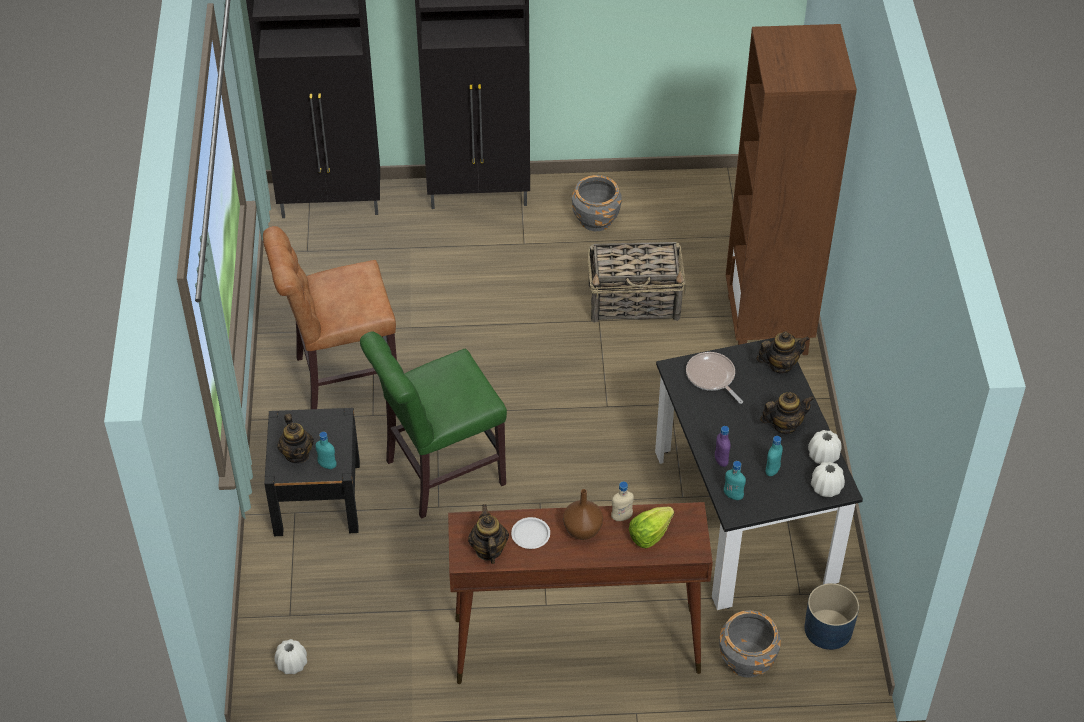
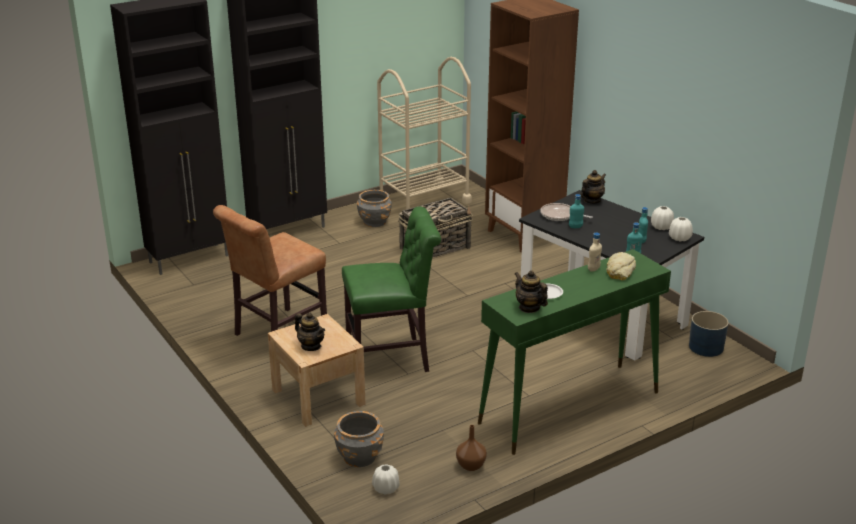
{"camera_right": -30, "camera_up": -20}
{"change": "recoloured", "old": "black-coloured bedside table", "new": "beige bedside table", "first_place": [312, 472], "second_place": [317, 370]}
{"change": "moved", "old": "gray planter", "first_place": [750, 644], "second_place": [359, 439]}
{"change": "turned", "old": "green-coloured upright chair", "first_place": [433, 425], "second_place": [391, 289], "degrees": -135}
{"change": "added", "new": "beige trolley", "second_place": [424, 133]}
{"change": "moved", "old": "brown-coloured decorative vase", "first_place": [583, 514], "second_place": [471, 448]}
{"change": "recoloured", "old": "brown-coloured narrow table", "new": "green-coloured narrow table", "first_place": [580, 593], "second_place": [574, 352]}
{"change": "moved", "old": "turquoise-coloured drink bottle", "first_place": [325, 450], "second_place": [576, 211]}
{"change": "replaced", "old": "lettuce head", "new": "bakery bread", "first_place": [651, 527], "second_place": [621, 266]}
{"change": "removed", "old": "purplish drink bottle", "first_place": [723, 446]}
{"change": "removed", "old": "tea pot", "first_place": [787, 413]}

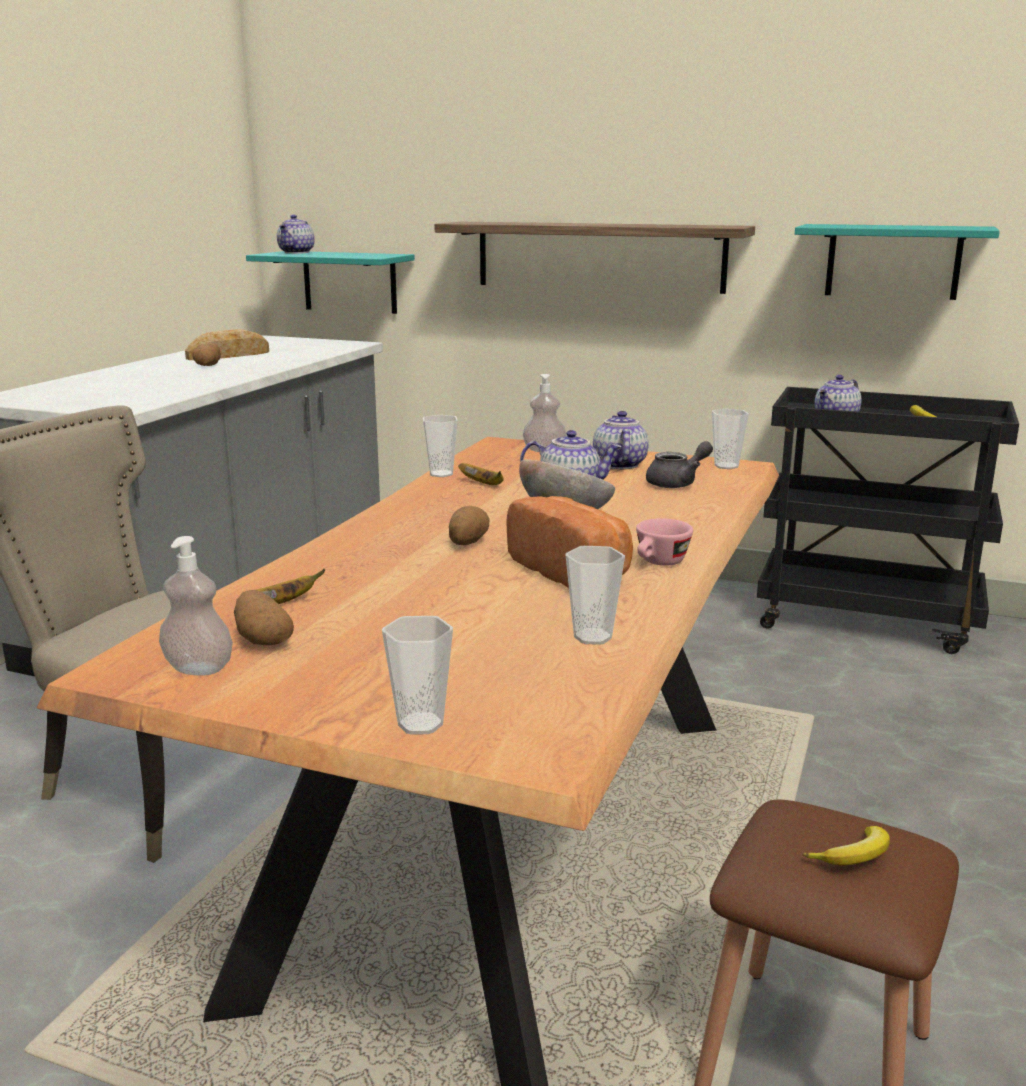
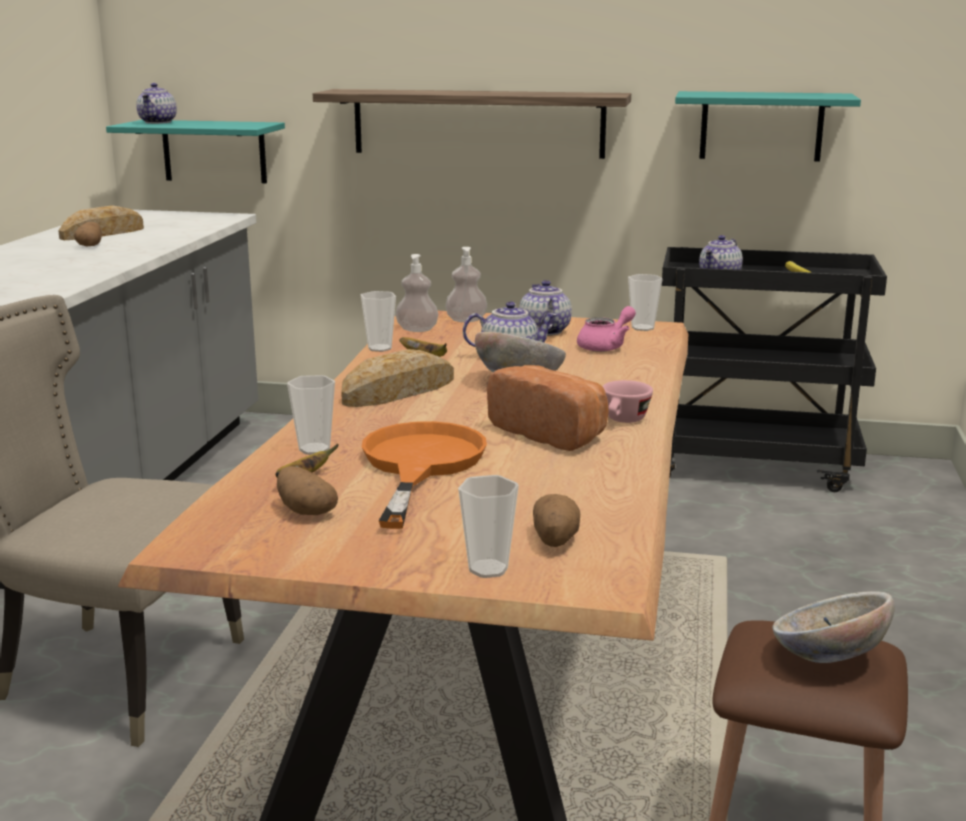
{"camera_right": -10, "camera_up": 0}
{"change": "moved", "old": "drinking cup", "first_place": [595, 595], "second_place": [311, 415]}
{"change": "added", "new": "bakery bread", "second_place": [397, 378]}
{"change": "added", "new": "orange pan", "second_place": [424, 475]}
{"change": "moved", "old": "soap dispenser", "first_place": [196, 606], "second_place": [416, 293]}
{"change": "moved", "old": "potato", "first_place": [469, 525], "second_place": [556, 520]}
{"change": "recoloured", "old": "gray tea pot", "new": "pink tea pot", "first_place": [679, 464], "second_place": [606, 329]}
{"change": "replaced", "old": "whole banana", "new": "serving bowl", "first_place": [846, 845], "second_place": [833, 627]}

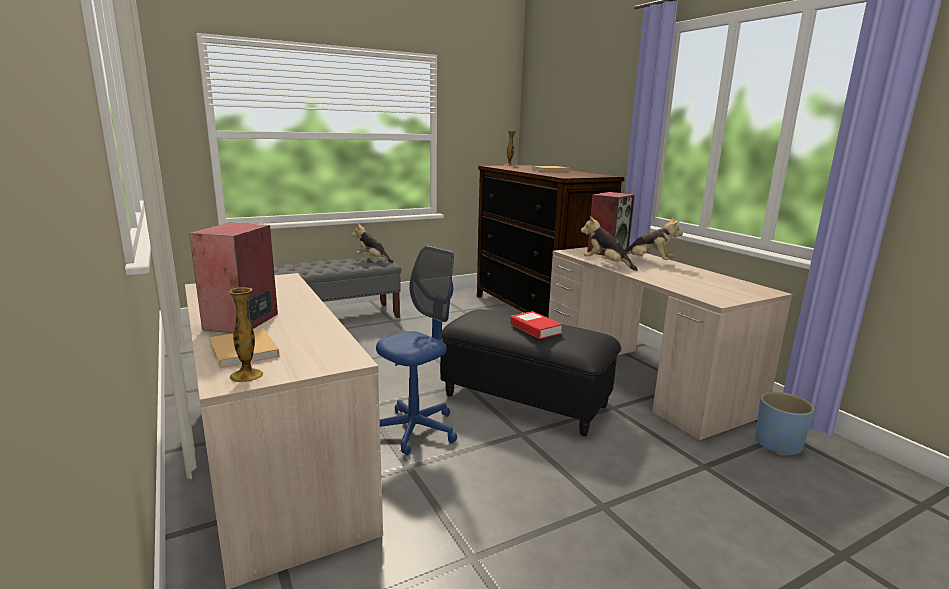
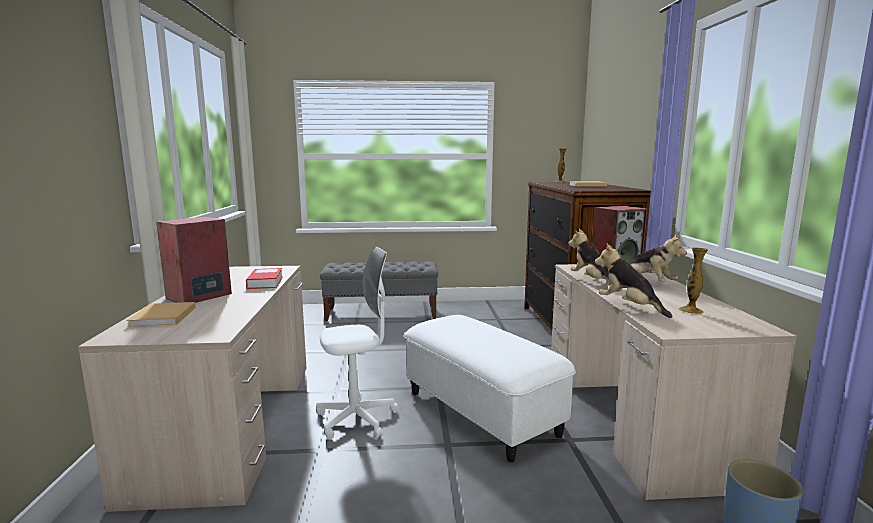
{"camera_right": 25, "camera_up": -5}
{"change": "moved", "old": "bound book", "first_place": [536, 325], "second_place": [264, 278]}
{"change": "recoloured", "old": "blue computer chair", "new": "white computer chair", "first_place": [416, 350], "second_place": [357, 343]}
{"change": "recoloured", "old": "black-coloured ottoman", "new": "white ottoman", "first_place": [531, 372], "second_place": [489, 388]}
{"change": "moved", "old": "soft toy", "first_place": [373, 243], "second_place": [634, 281]}
{"change": "moved", "old": "decorative vase", "first_place": [246, 335], "second_place": [693, 280]}

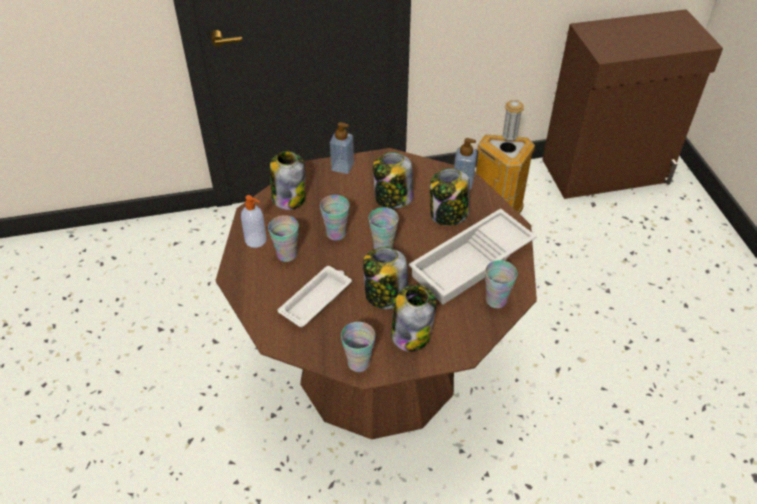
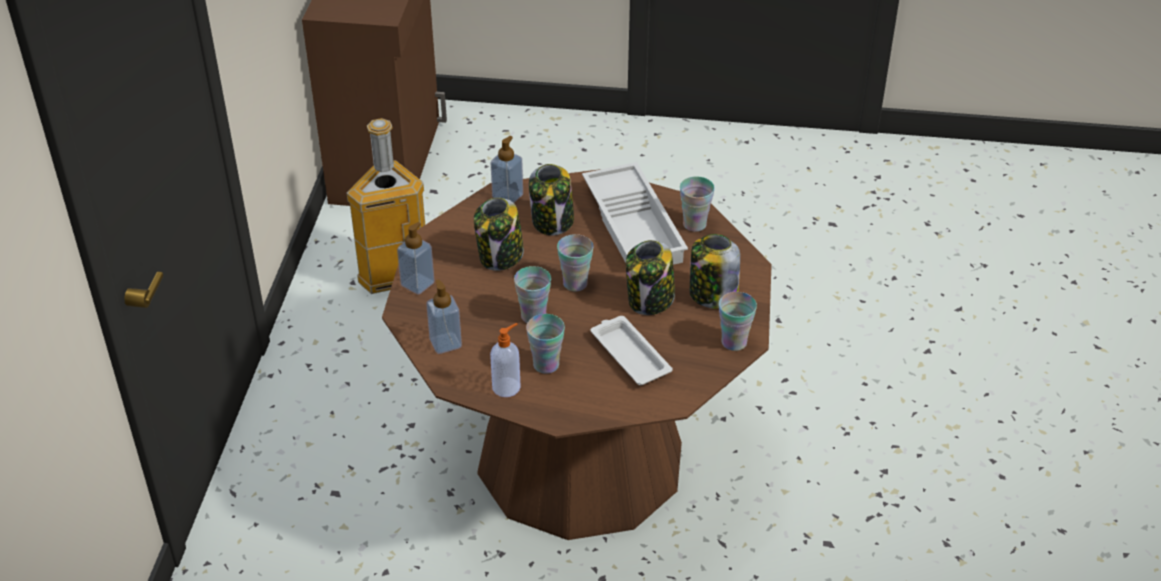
{"camera_right": -70, "camera_up": -5}
{"change": "replaced", "old": "storage jar", "new": "soap dispenser", "first_place": [287, 180], "second_place": [444, 316]}

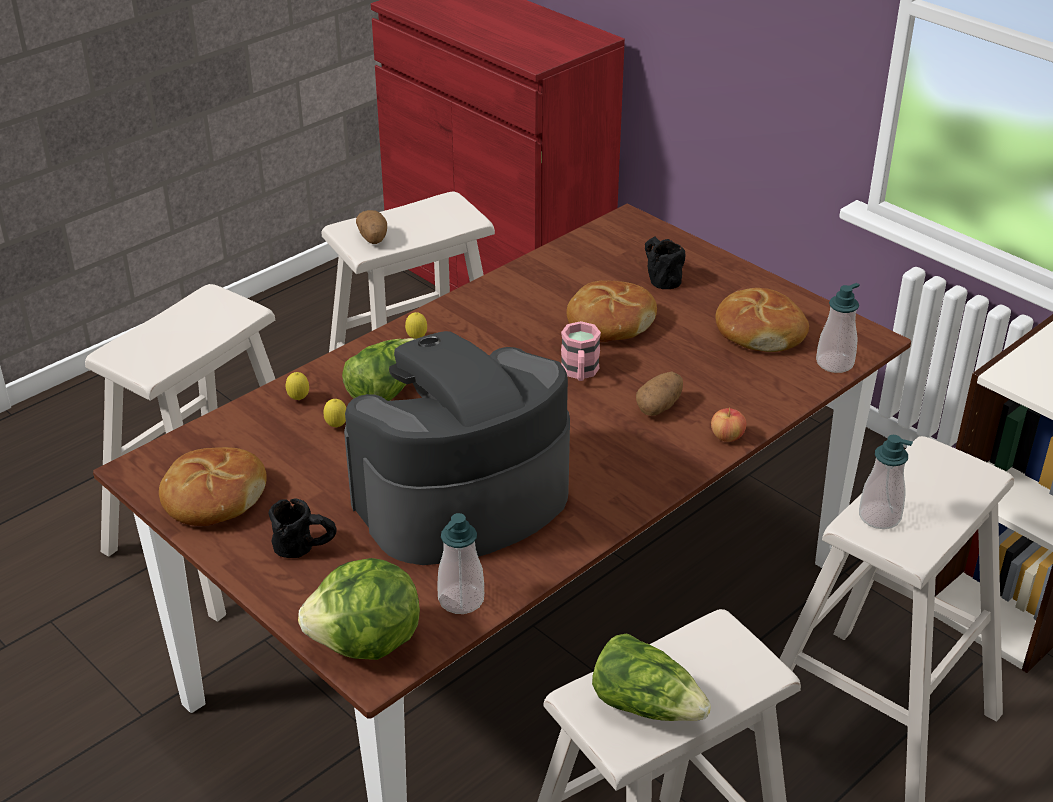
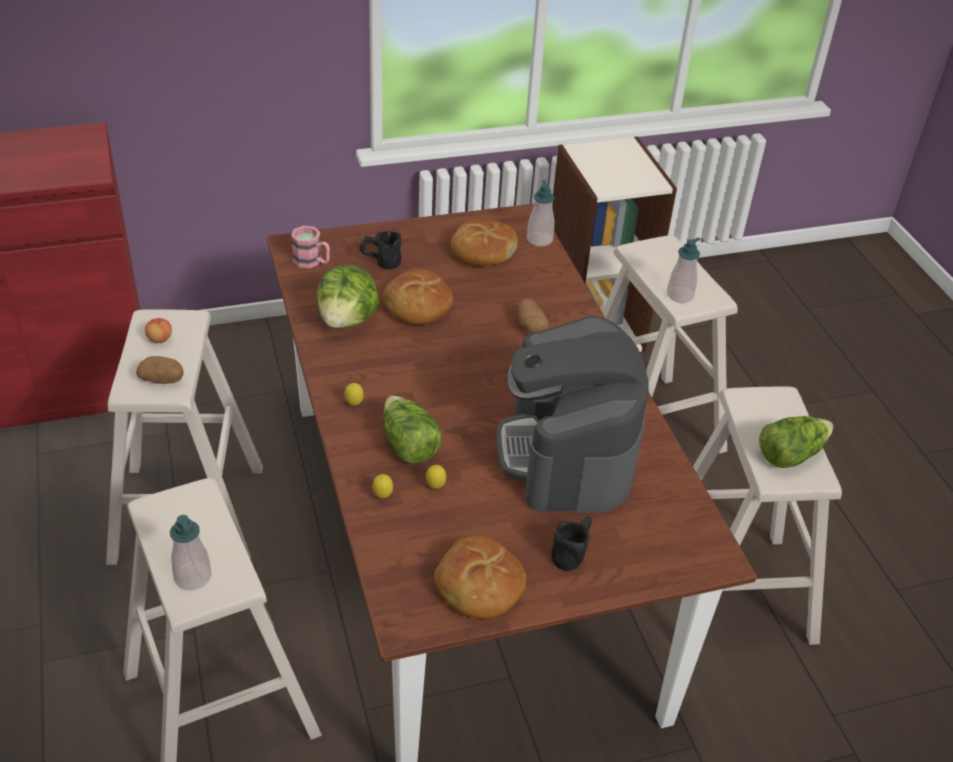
{"camera_right": -65, "camera_up": 5}
{"change": "moved", "old": "apple", "first_place": [728, 425], "second_place": [158, 330]}
{"change": "moved", "old": "soap dispenser", "first_place": [460, 563], "second_place": [190, 552]}
{"change": "moved", "old": "pink coffee mug", "first_place": [581, 351], "second_place": [310, 247]}
{"change": "moved", "old": "lettuce head", "first_place": [359, 609], "second_place": [347, 296]}

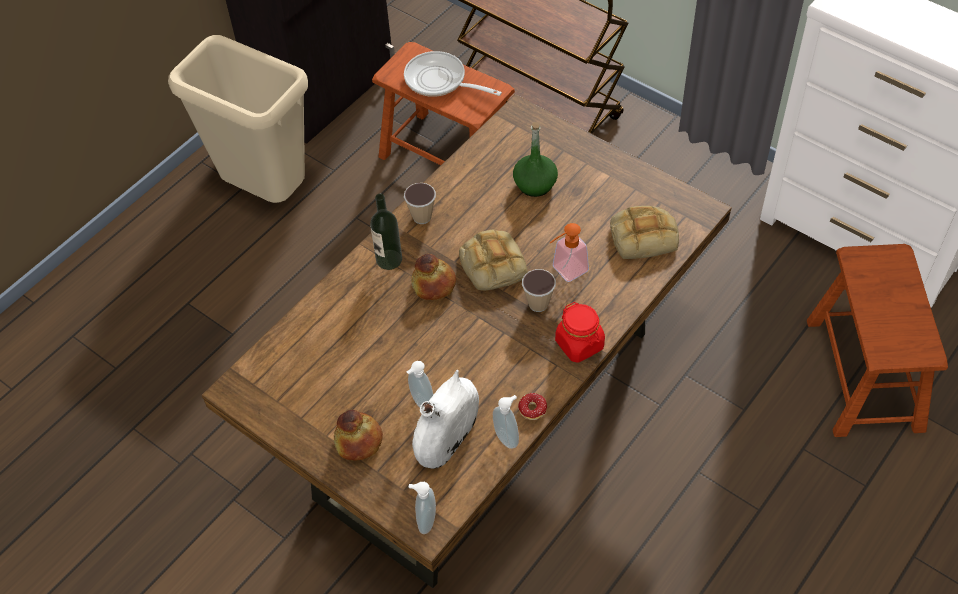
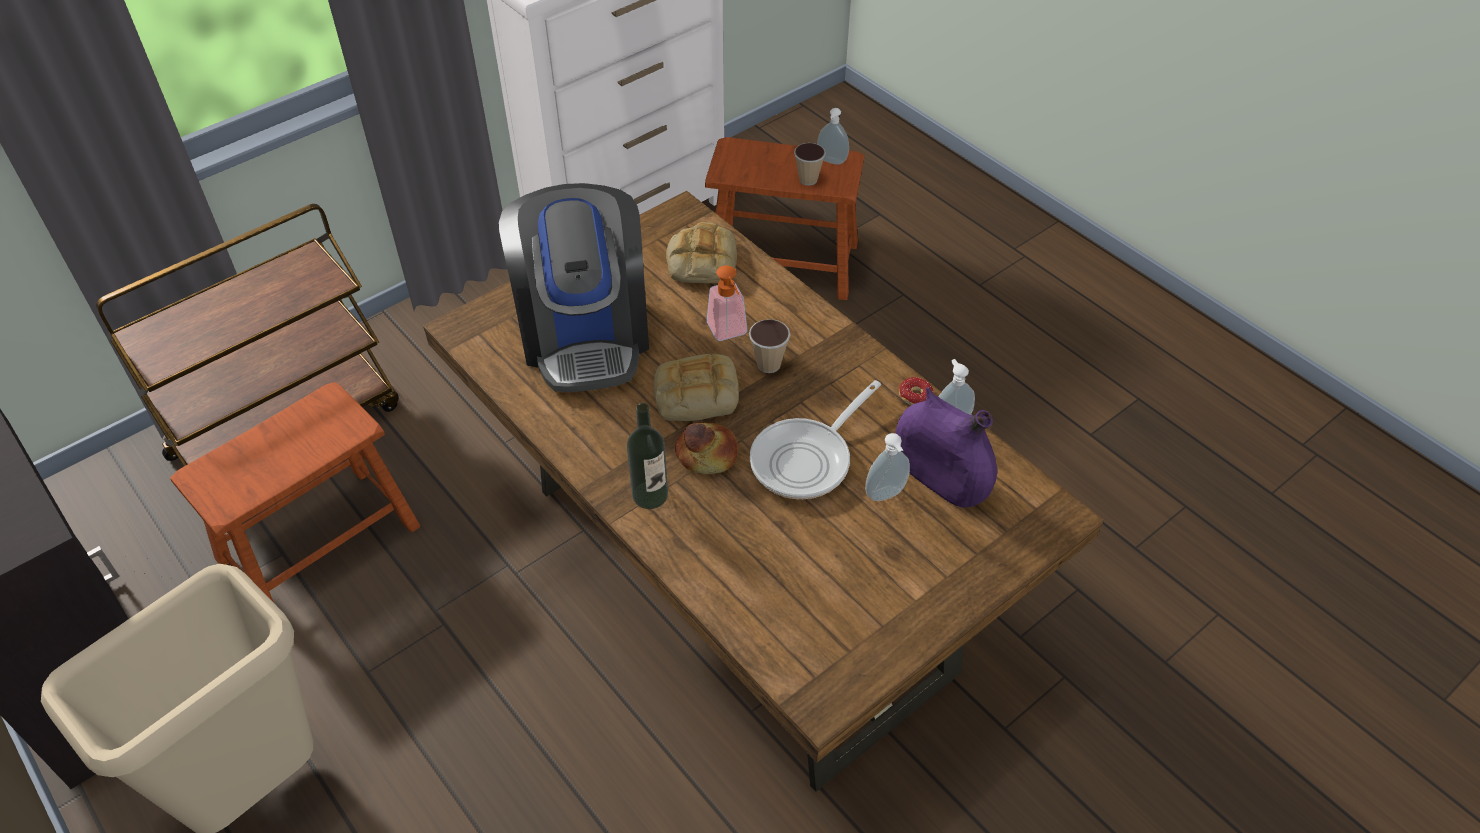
{"camera_right": -80, "camera_up": -5}
{"change": "replaced", "old": "green-coloured drink bottle", "new": "coffee maker", "first_place": [535, 159], "second_place": [574, 287]}
{"change": "moved", "old": "pan", "first_place": [453, 74], "second_place": [815, 439]}
{"change": "moved", "old": "drinking cup", "first_place": [420, 203], "second_place": [810, 164]}
{"change": "moved", "old": "soap dispenser", "first_place": [422, 508], "second_place": [833, 136]}
{"change": "recoloured", "old": "white decorative vase", "new": "purplish decorative vase", "first_place": [445, 419], "second_place": [946, 447]}
{"change": "removed", "old": "bakery bread", "first_place": [358, 435]}
{"change": "removed", "old": "red storage jar", "first_place": [580, 332]}

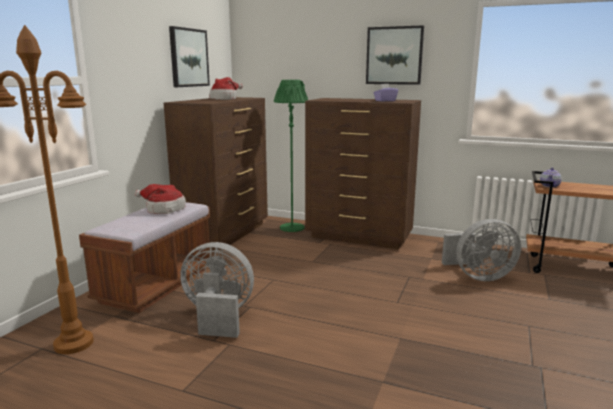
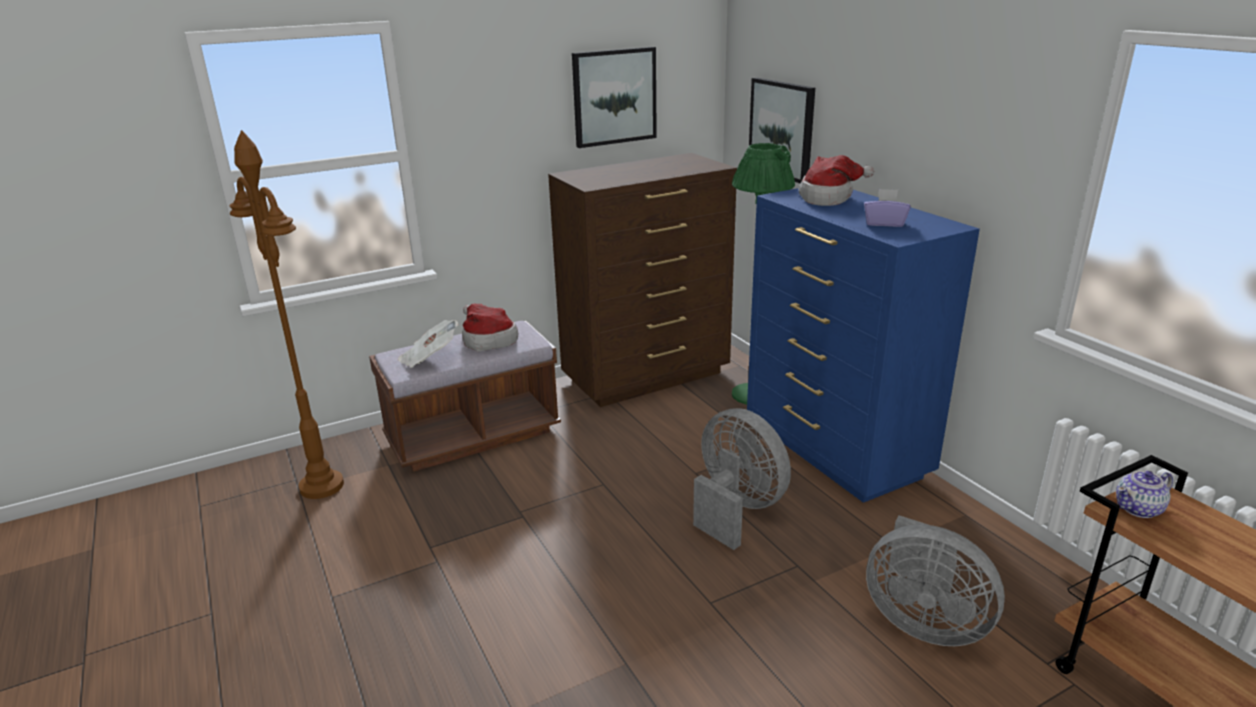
{"camera_right": 40, "camera_up": 10}
{"change": "added", "new": "printed paper", "second_place": [428, 344]}
{"change": "moved", "old": "gray electric fan", "first_place": [217, 290], "second_place": [742, 479]}
{"change": "recoloured", "old": "brown-coloured drawer chest", "new": "blue drawer chest", "first_place": [363, 173], "second_place": [863, 345]}
{"change": "moved", "old": "wall picture", "first_place": [395, 55], "second_place": [782, 130]}
{"change": "moved", "old": "clothing hat", "first_place": [226, 88], "second_place": [836, 180]}

